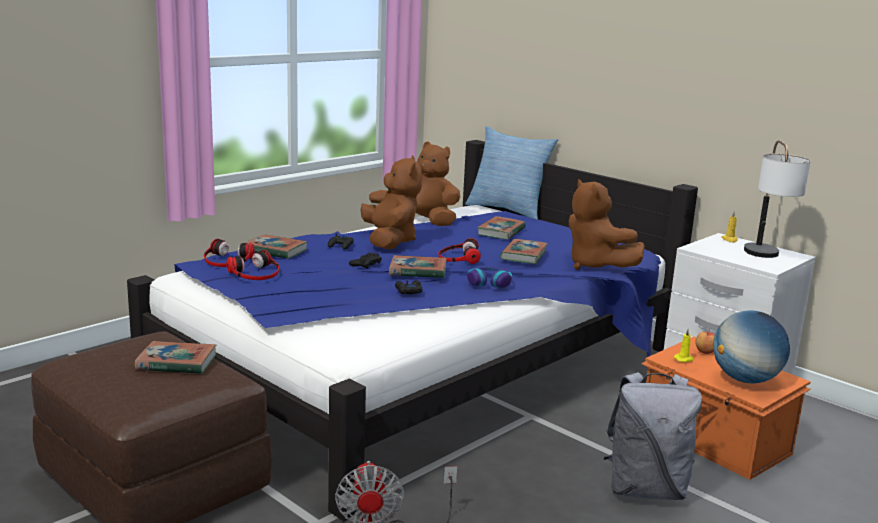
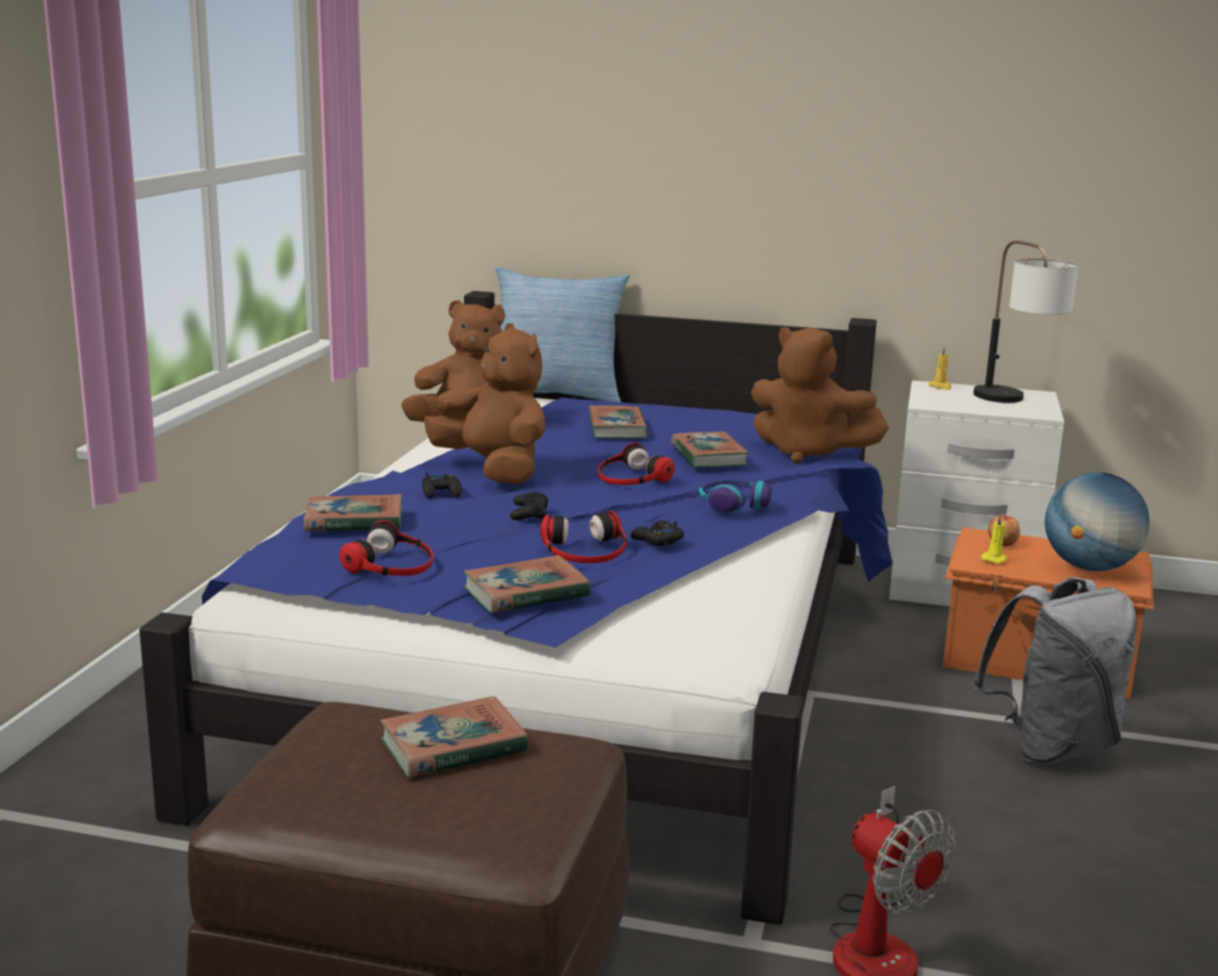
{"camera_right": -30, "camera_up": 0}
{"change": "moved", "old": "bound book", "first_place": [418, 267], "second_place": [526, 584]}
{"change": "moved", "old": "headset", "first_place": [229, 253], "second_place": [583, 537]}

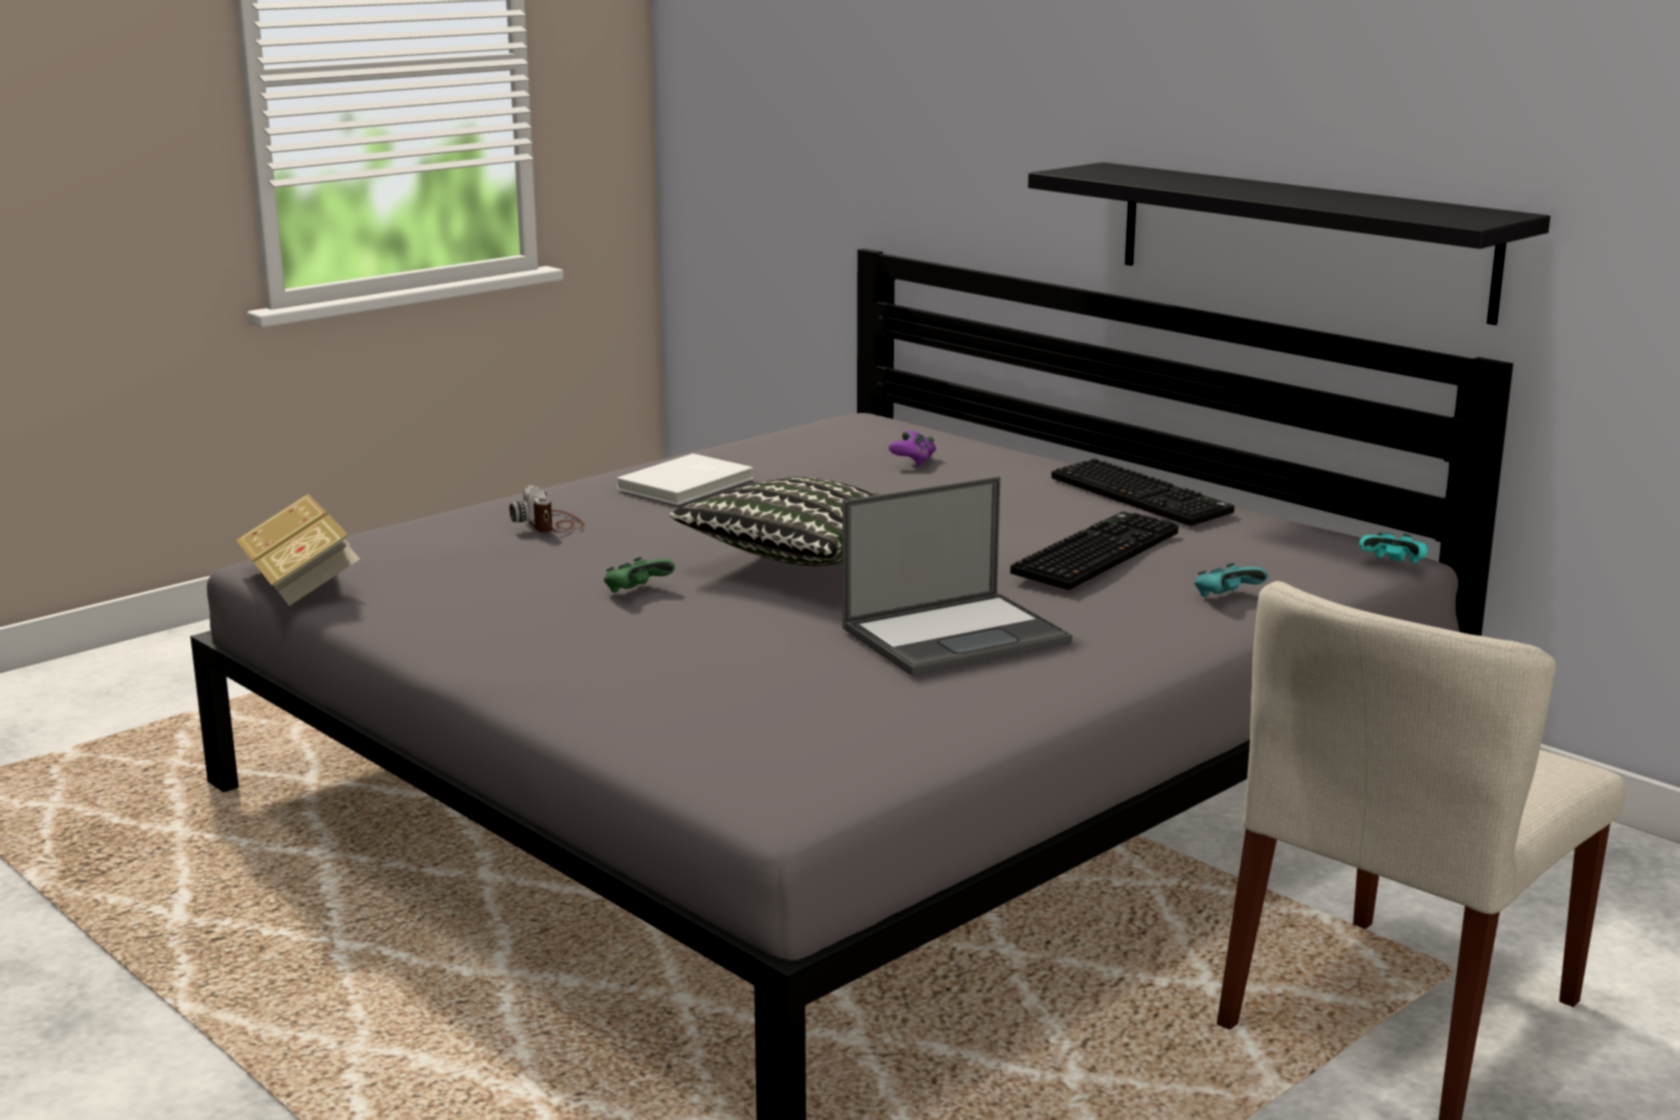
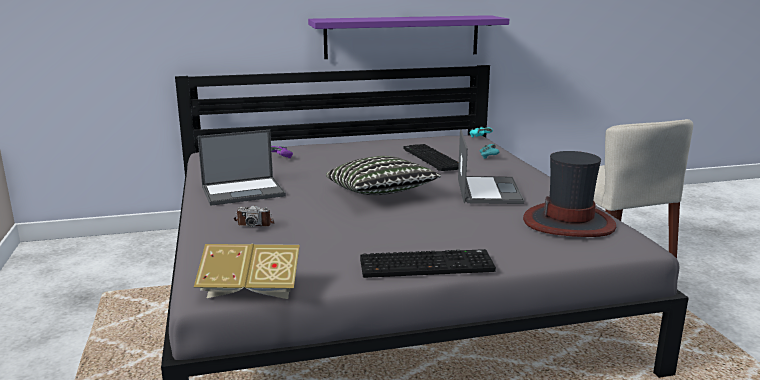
{"camera_right": -60, "camera_up": 0}
{"change": "replaced", "old": "white bound book", "new": "laptop", "first_place": [684, 479], "second_place": [242, 168]}
{"change": "recoloured", "old": "black-coloured wall shelf", "new": "purplish wall shelf", "first_place": [1289, 243], "second_place": [408, 37]}
{"change": "moved", "old": "computer keyboard", "first_place": [1143, 492], "second_place": [428, 263]}
{"change": "added", "new": "clothing hat", "second_place": [569, 194]}
{"change": "removed", "old": "green-coloured game controller", "first_place": [639, 575]}

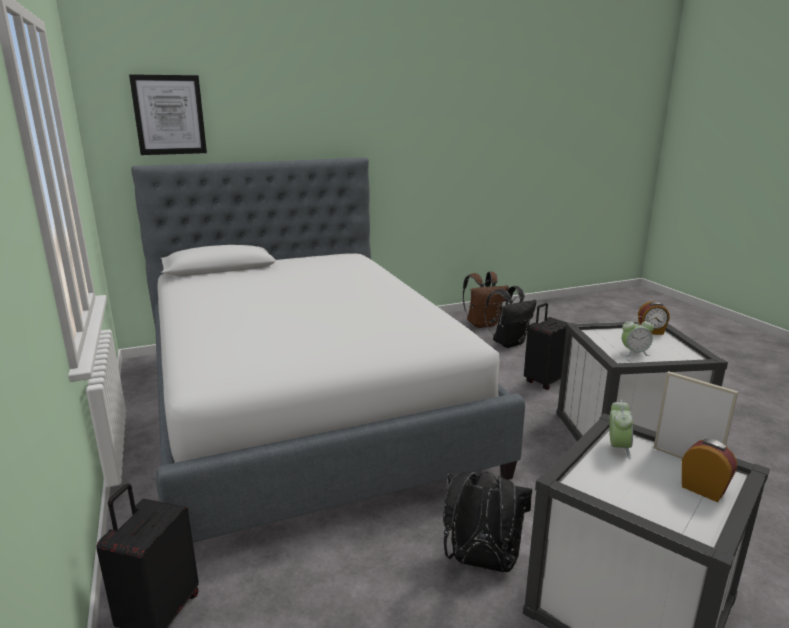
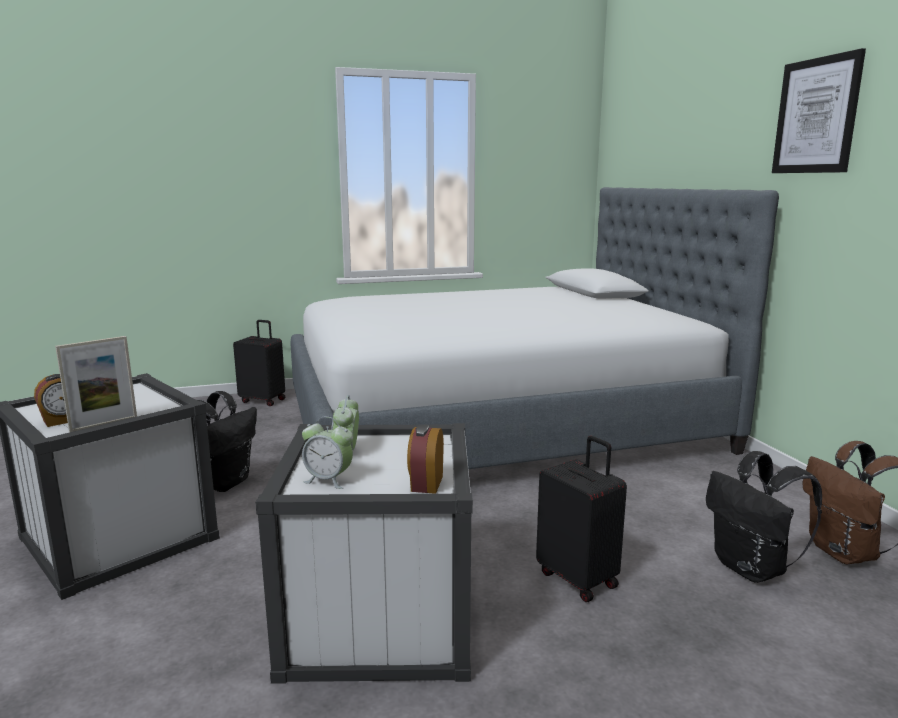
{"camera_right": 95, "camera_up": -5}
{"change": "moved", "old": "bedside clock", "first_place": [621, 430], "second_place": [327, 453]}
{"change": "moved", "old": "wall picture", "first_place": [168, 114], "second_place": [819, 110]}

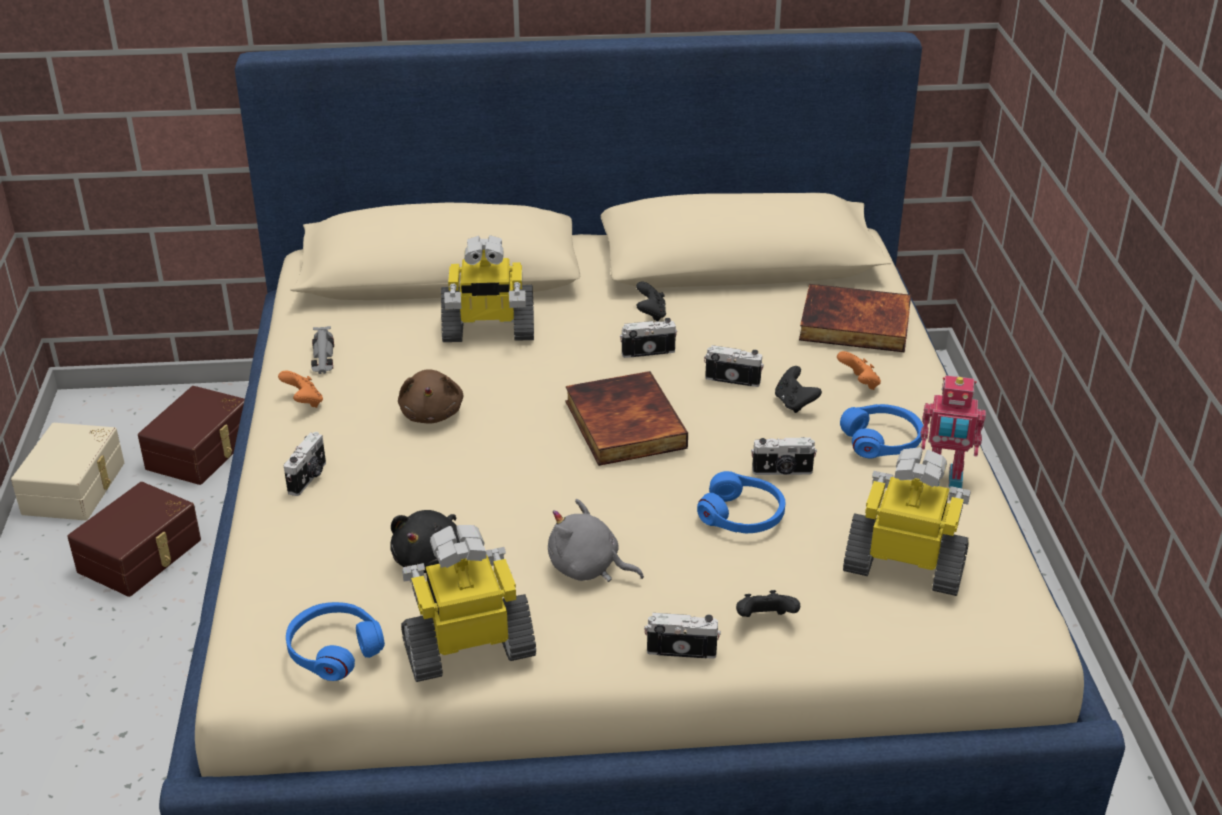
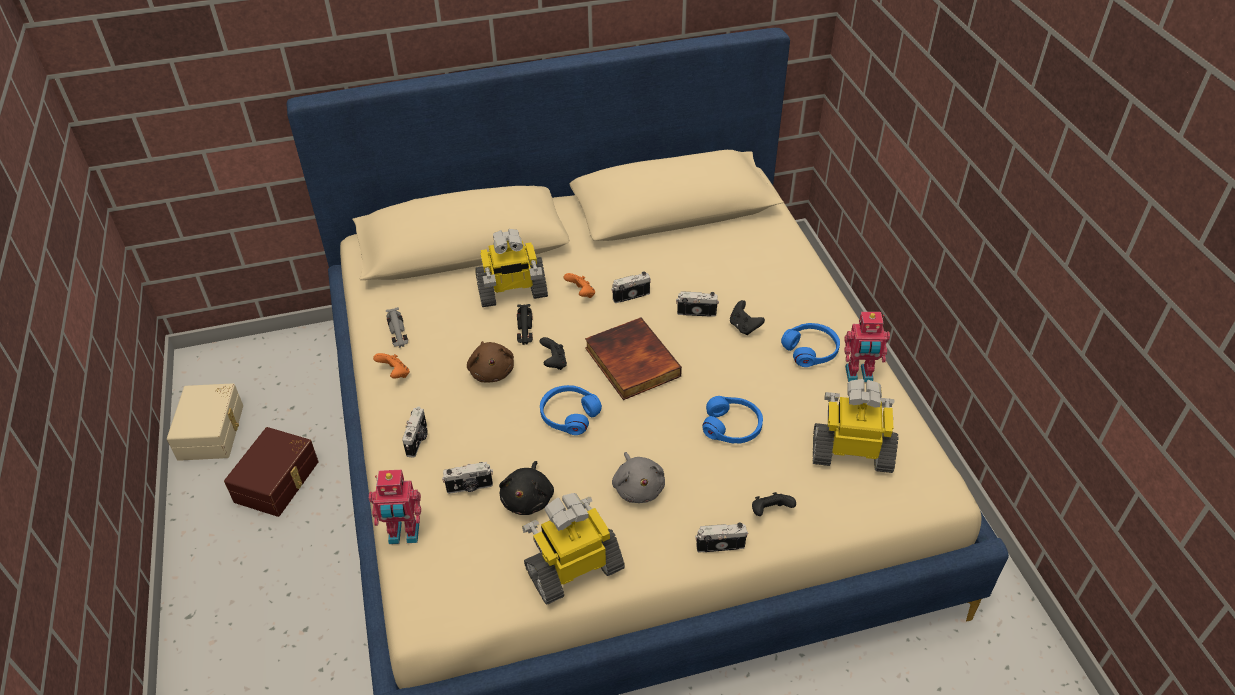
{"camera_right": -10, "camera_up": 10}
{"change": "added", "new": "robot figure", "second_place": [395, 507]}
{"change": "moved", "old": "still camera", "first_place": [784, 456], "second_place": [467, 478]}
{"change": "added", "new": "black-coloured toy car", "second_place": [525, 324]}
{"change": "moved", "old": "black-coloured game controller", "first_place": [651, 301], "second_place": [553, 353]}
{"change": "moved", "old": "blue headset", "first_place": [335, 641], "second_place": [571, 410]}
{"change": "moved", "old": "orange game controller", "first_place": [859, 370], "second_place": [579, 285]}
{"change": "turned", "old": "gray soft toy", "first_place": [596, 540], "second_place": [638, 477], "degrees": -120}
{"change": "removed", "old": "brown-coloured storage bin", "first_place": [191, 435]}
{"change": "removed", "old": "bound book", "first_place": [855, 318]}

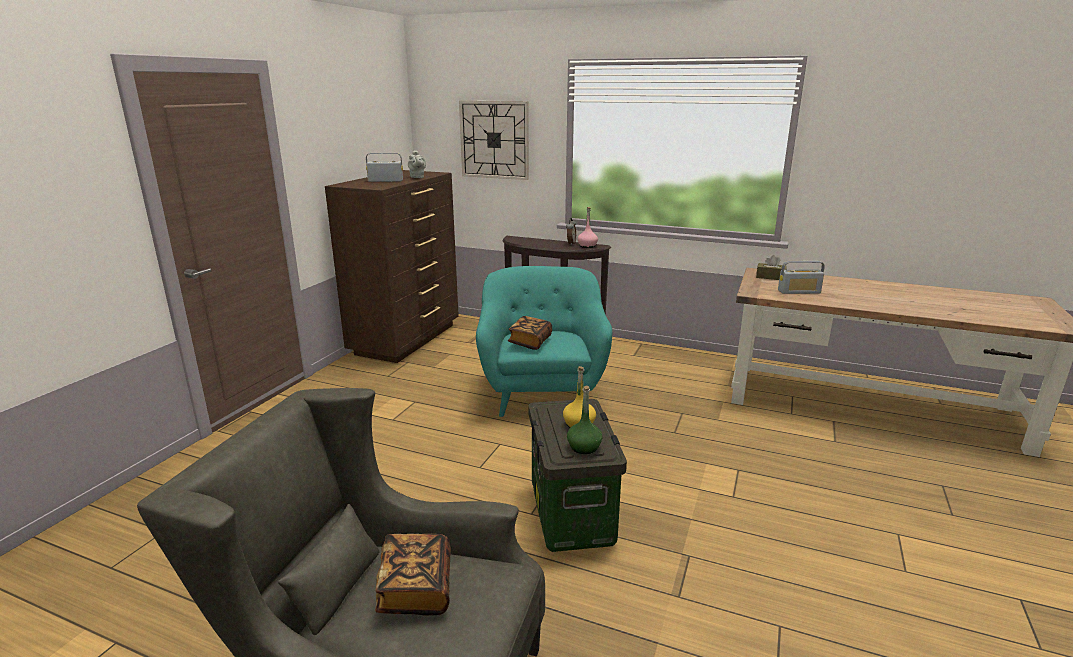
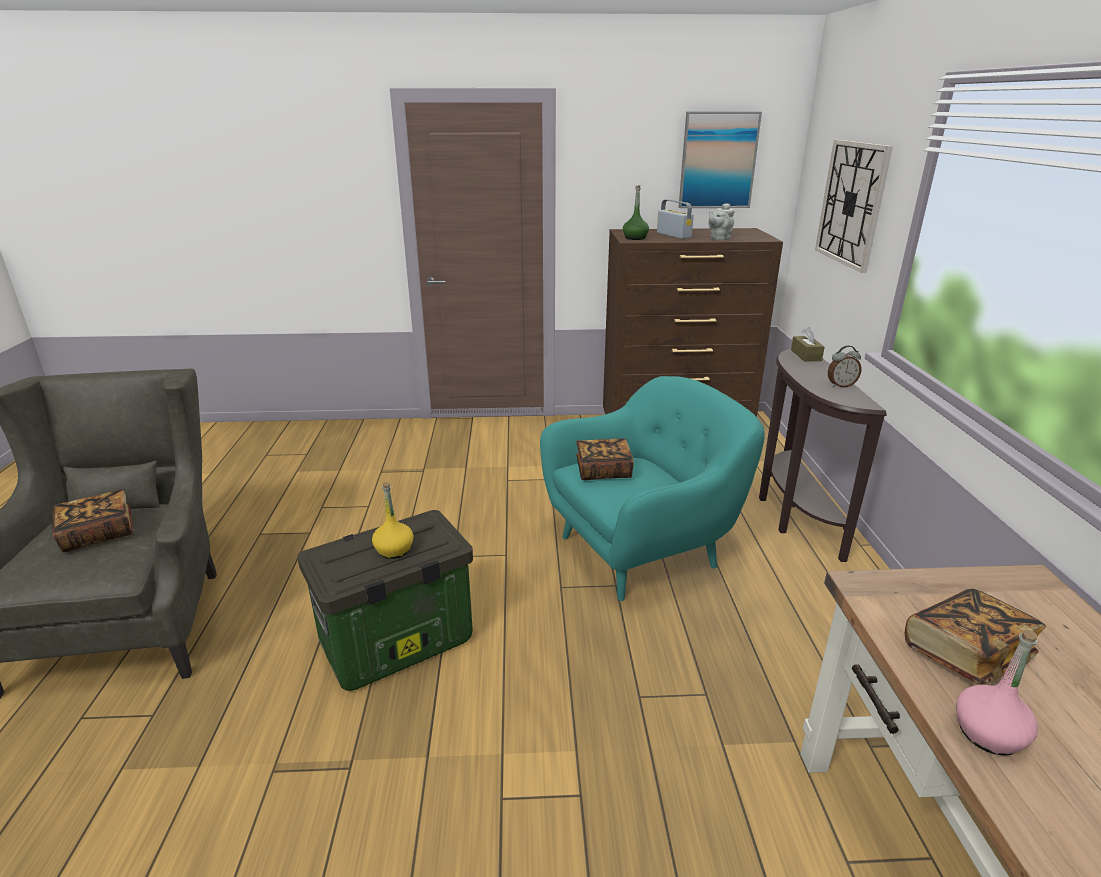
{"camera_right": 65, "camera_up": 5}
{"change": "moved", "old": "green-coloured drink bottle", "first_place": [585, 420], "second_place": [636, 212]}
{"change": "added", "new": "wall picture", "second_place": [720, 160]}
{"change": "moved", "old": "brown-coloured tissue box", "first_place": [771, 267], "second_place": [808, 344]}
{"change": "replaced", "old": "radio set", "new": "bound book", "first_place": [801, 277], "second_place": [975, 637]}
{"change": "moved", "old": "pink drink bottle", "first_place": [588, 227], "second_place": [997, 692]}

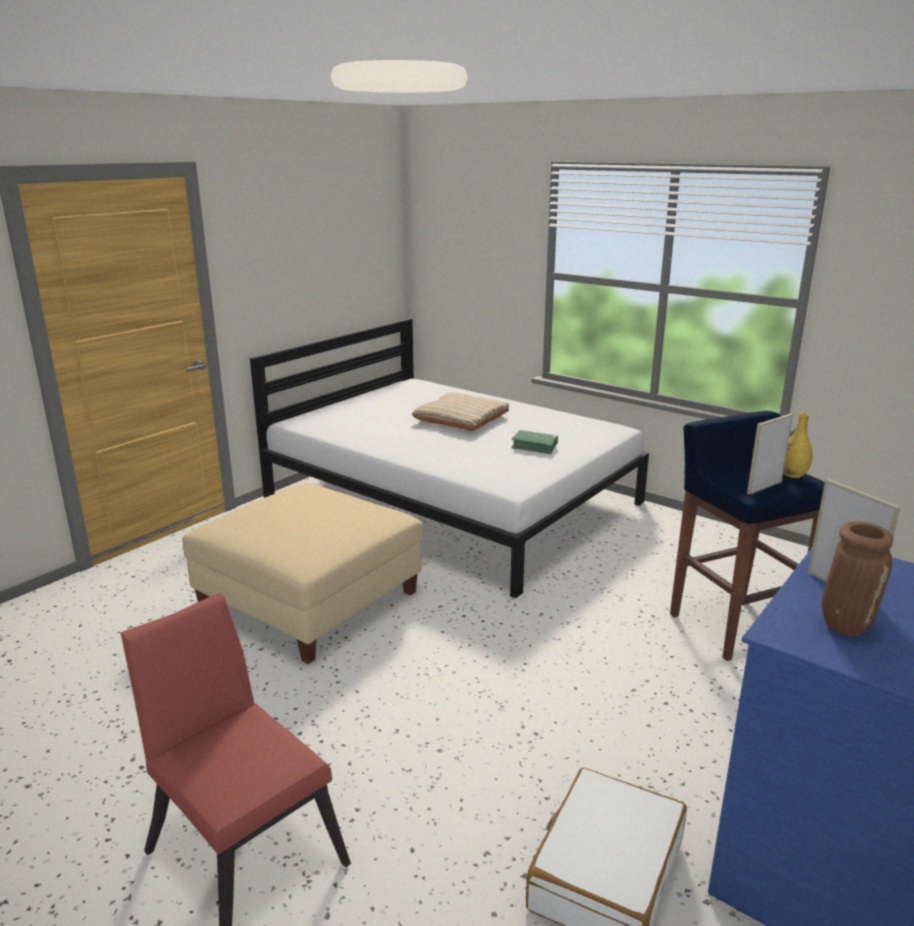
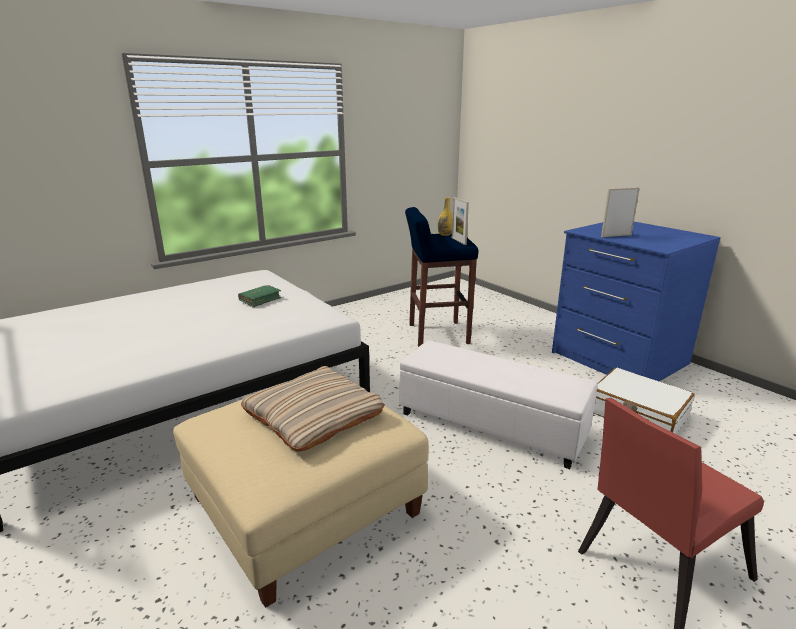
{"camera_right": -75, "camera_up": 0}
{"change": "moved", "old": "beige throw pillow", "first_place": [460, 412], "second_place": [313, 409]}
{"change": "added", "new": "white ottoman", "second_place": [499, 404]}
{"change": "removed", "old": "brown-coloured decorative vase", "first_place": [857, 578]}

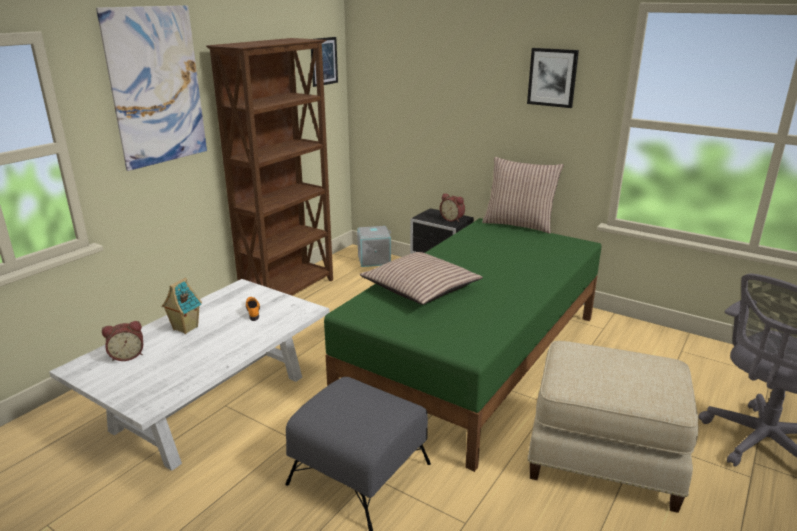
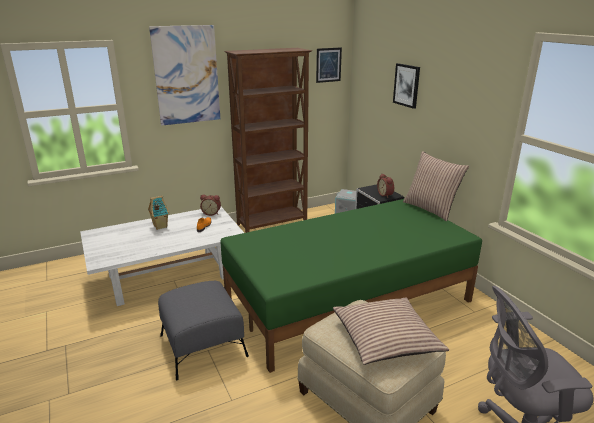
{"camera_right": 30, "camera_up": 0}
{"change": "moved", "old": "bedside clock", "first_place": [122, 341], "second_place": [210, 205]}
{"change": "moved", "old": "throw pillow", "first_place": [421, 278], "second_place": [391, 331]}
{"change": "moved", "old": "wall picture", "first_place": [553, 78], "second_place": [406, 86]}

